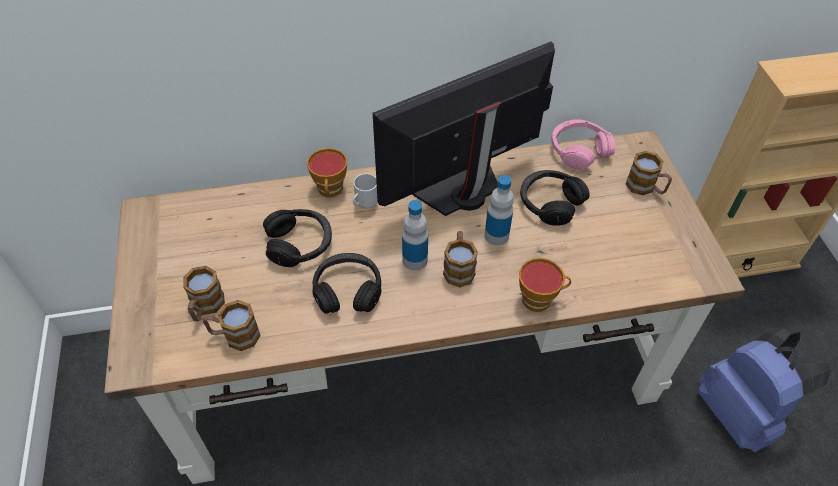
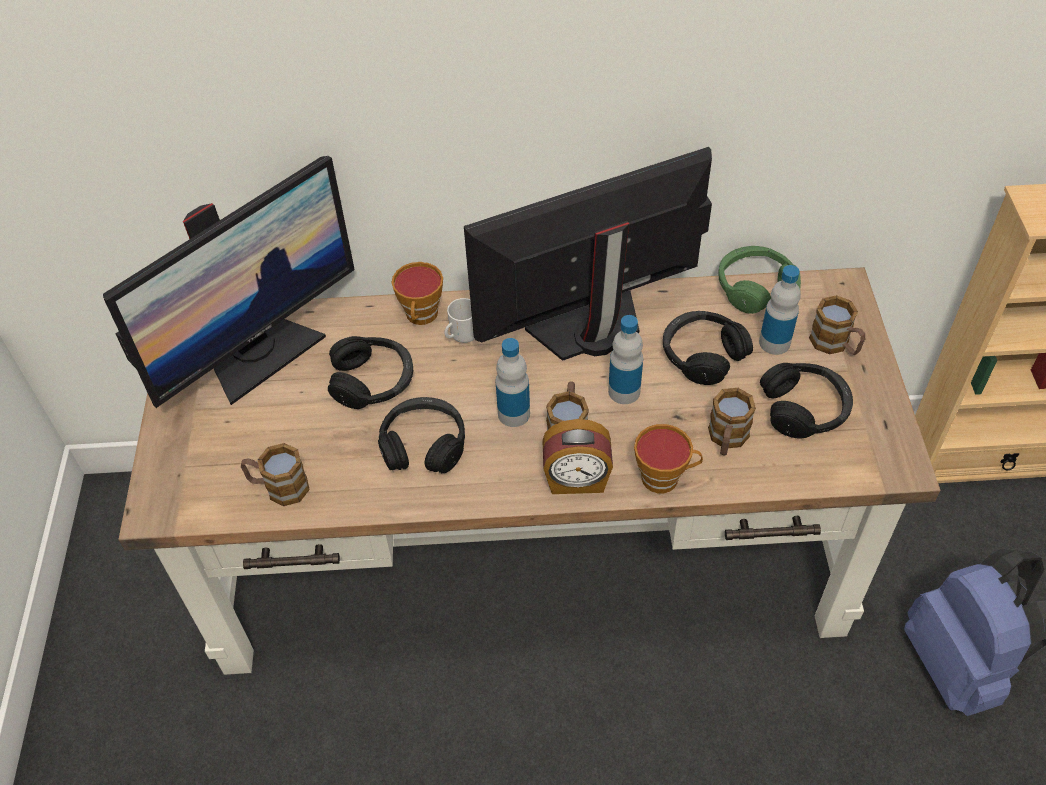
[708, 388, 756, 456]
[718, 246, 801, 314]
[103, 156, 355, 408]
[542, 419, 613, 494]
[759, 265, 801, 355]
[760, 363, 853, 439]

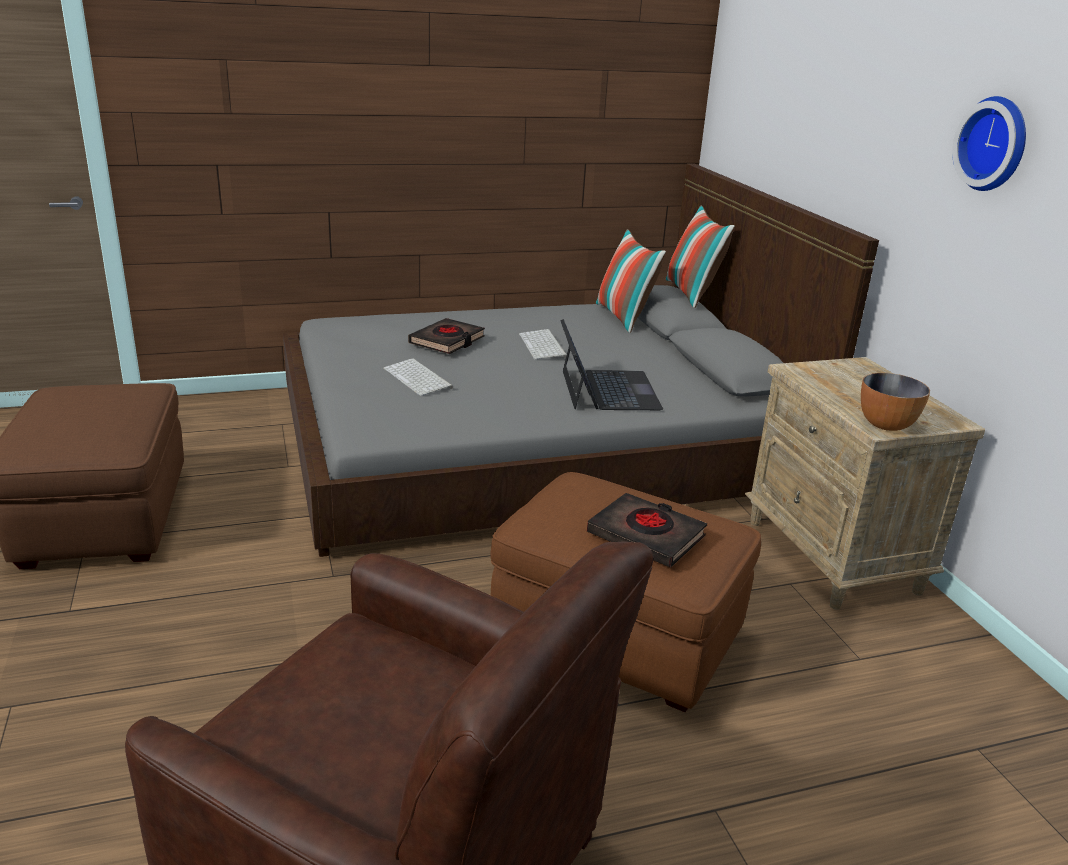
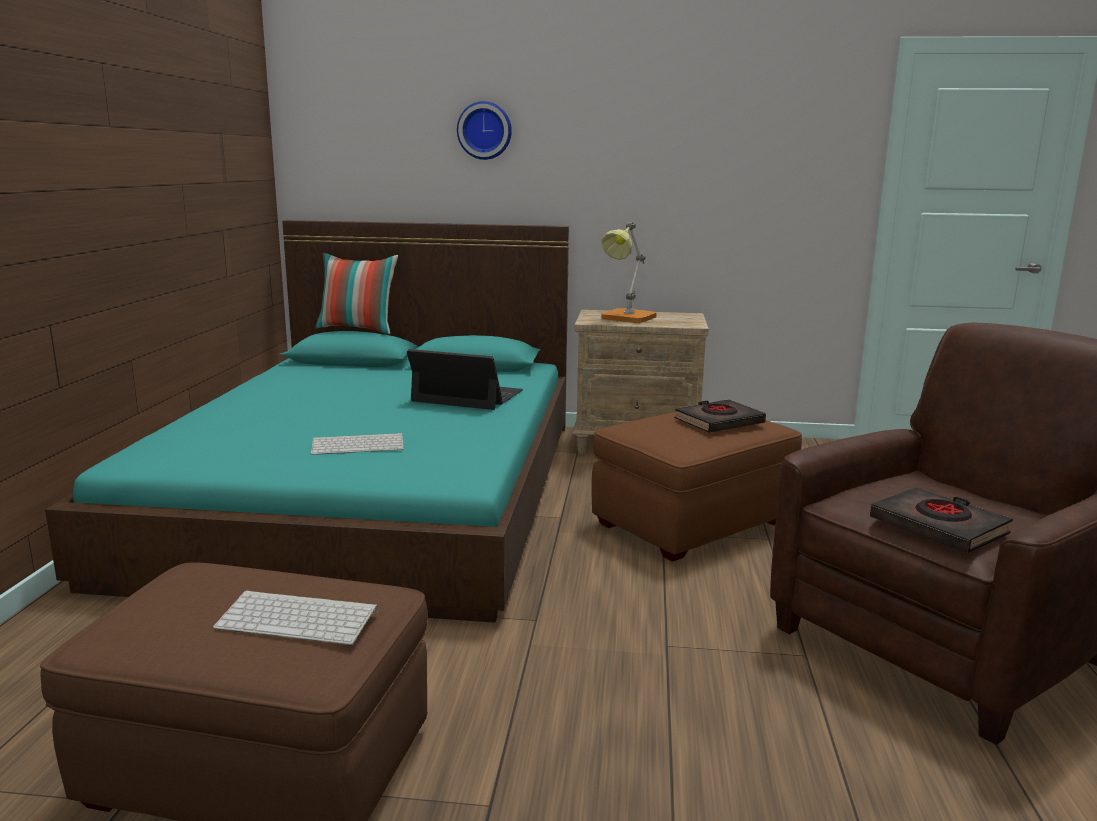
[45, 220, 569, 623]
[870, 488, 1013, 553]
[213, 590, 378, 645]
[596, 229, 666, 333] (first image)
[861, 373, 930, 431] (first image)
[457, 101, 512, 160]
[601, 222, 657, 323]

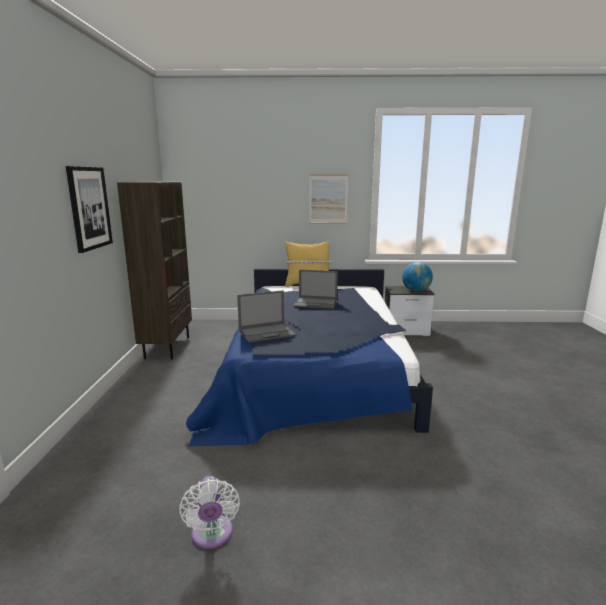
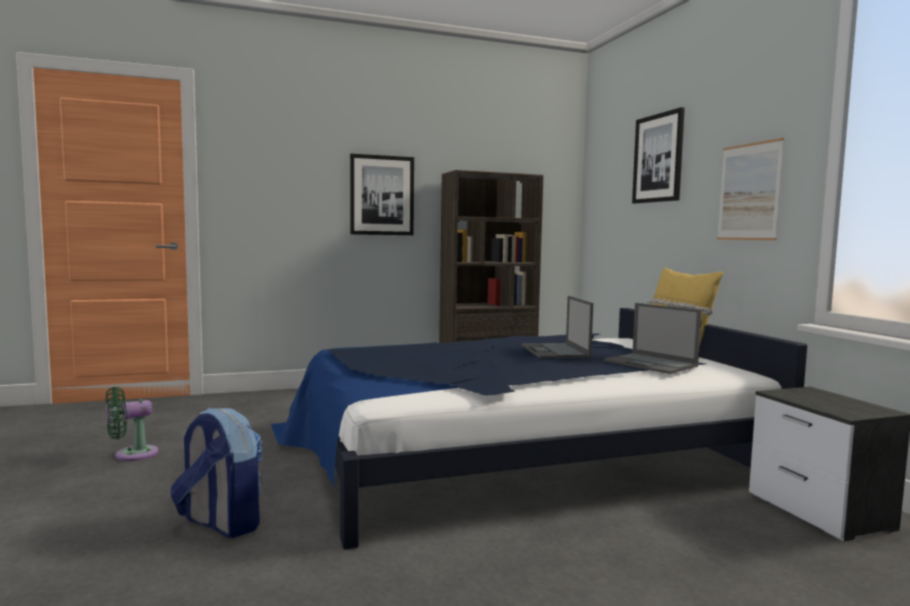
[106, 387, 159, 461]
[604, 303, 702, 374]
[402, 262, 433, 292] (first image)
[171, 407, 262, 538]
[632, 107, 685, 204]

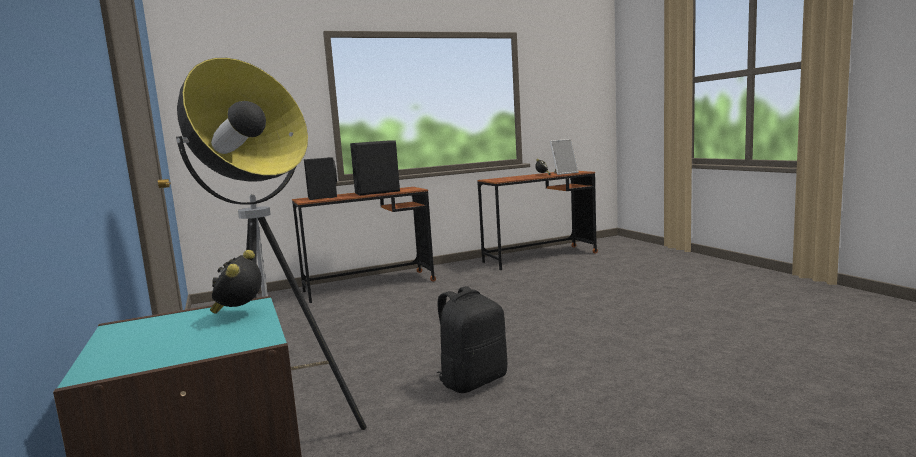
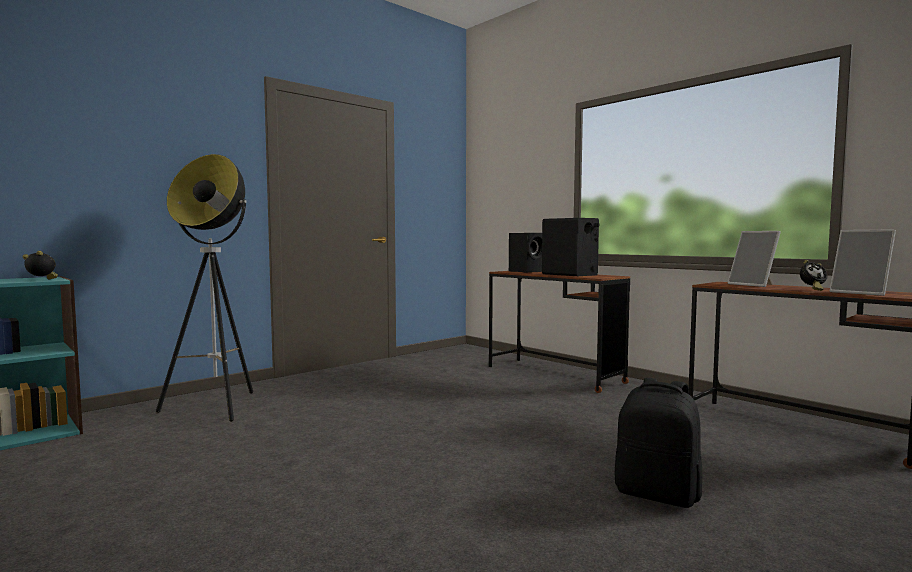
[615, 378, 702, 508]
[728, 231, 781, 287]

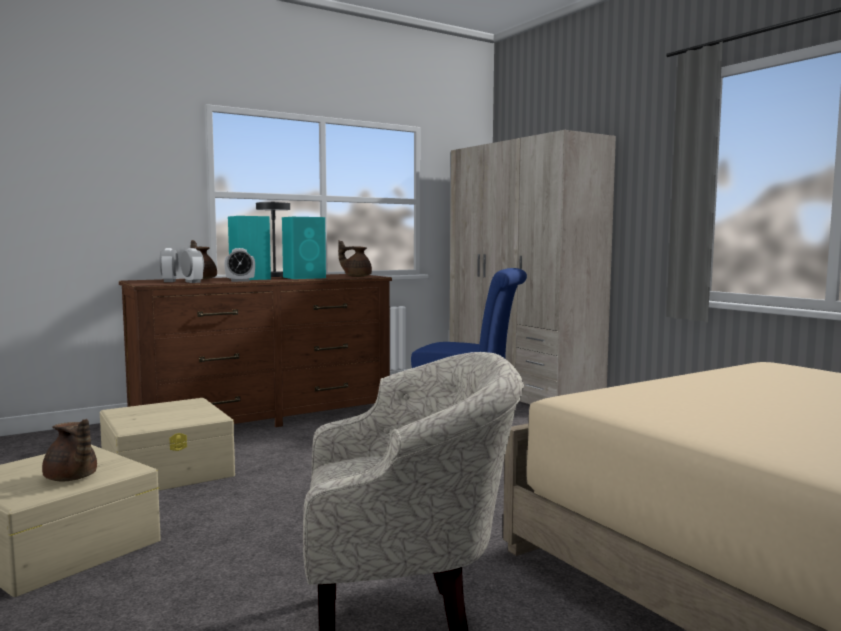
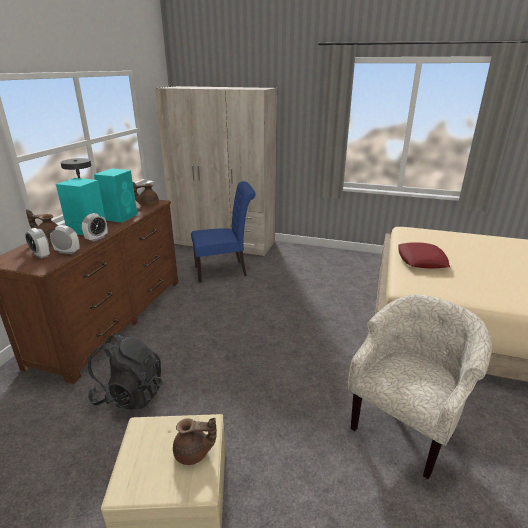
[88, 332, 163, 410]
[398, 242, 450, 268]

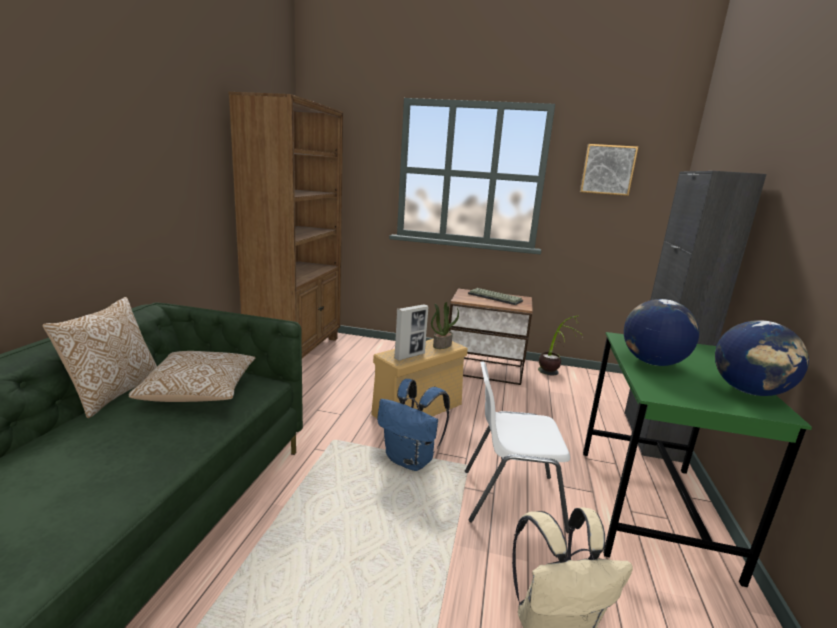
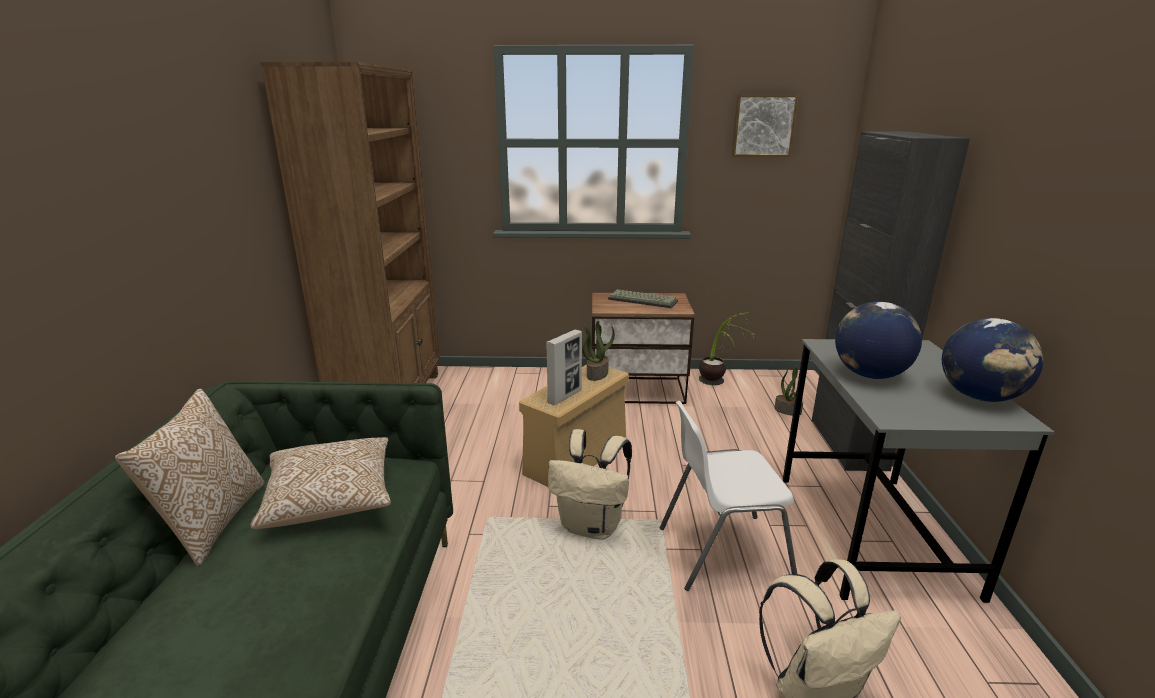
[548, 429, 632, 540]
[783, 339, 1055, 603]
[774, 366, 803, 416]

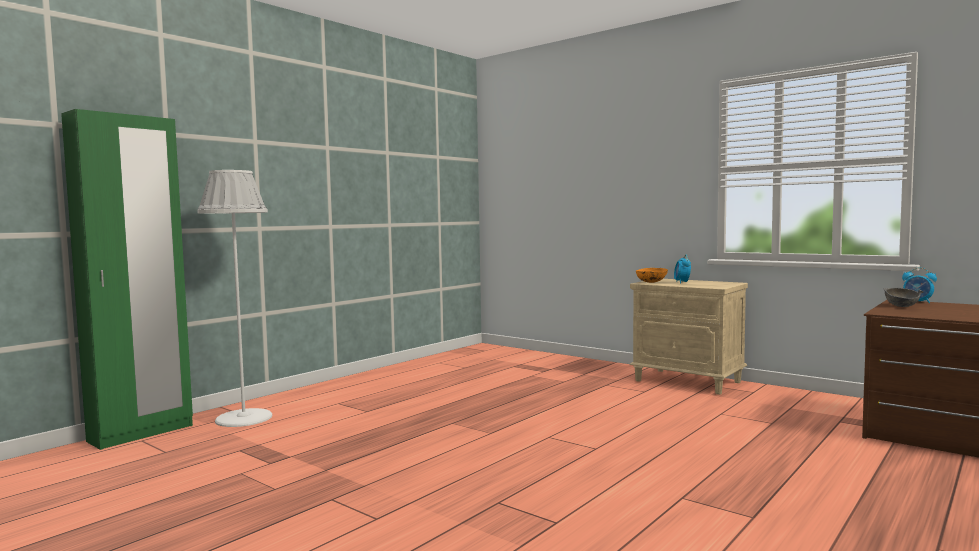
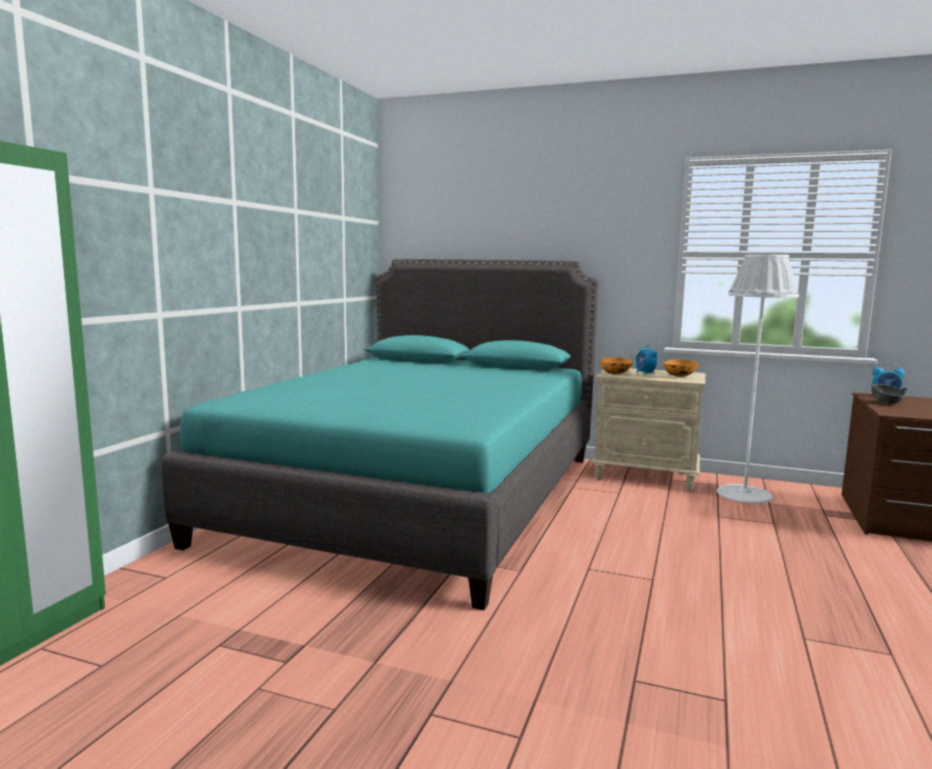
[717, 254, 799, 504]
[162, 259, 599, 610]
[663, 360, 699, 377]

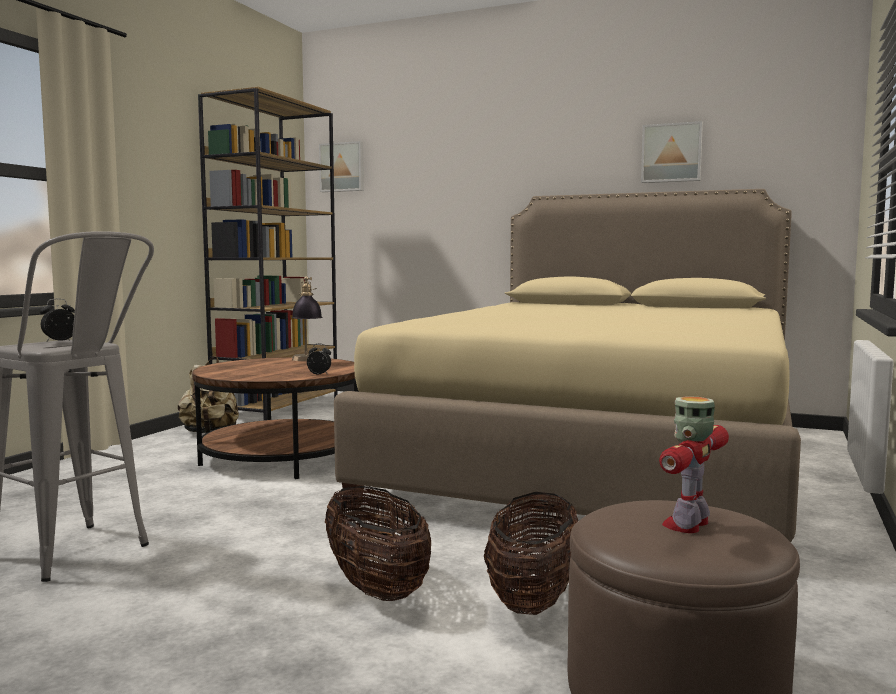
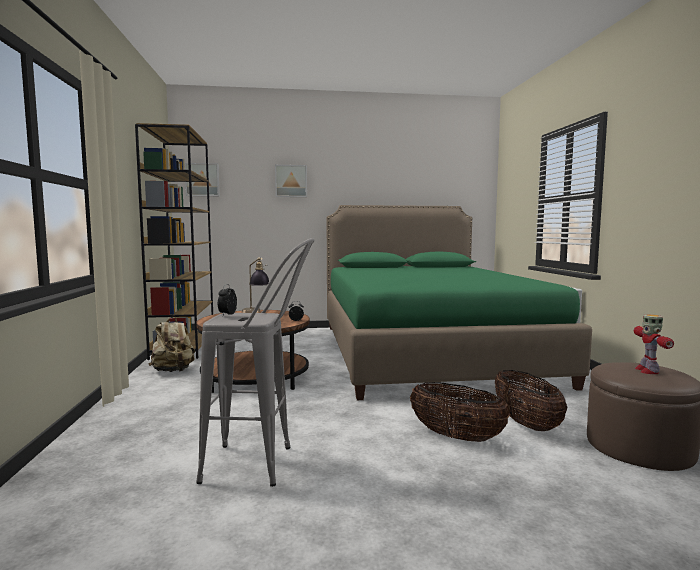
[327, 205, 592, 400]
[275, 165, 307, 197]

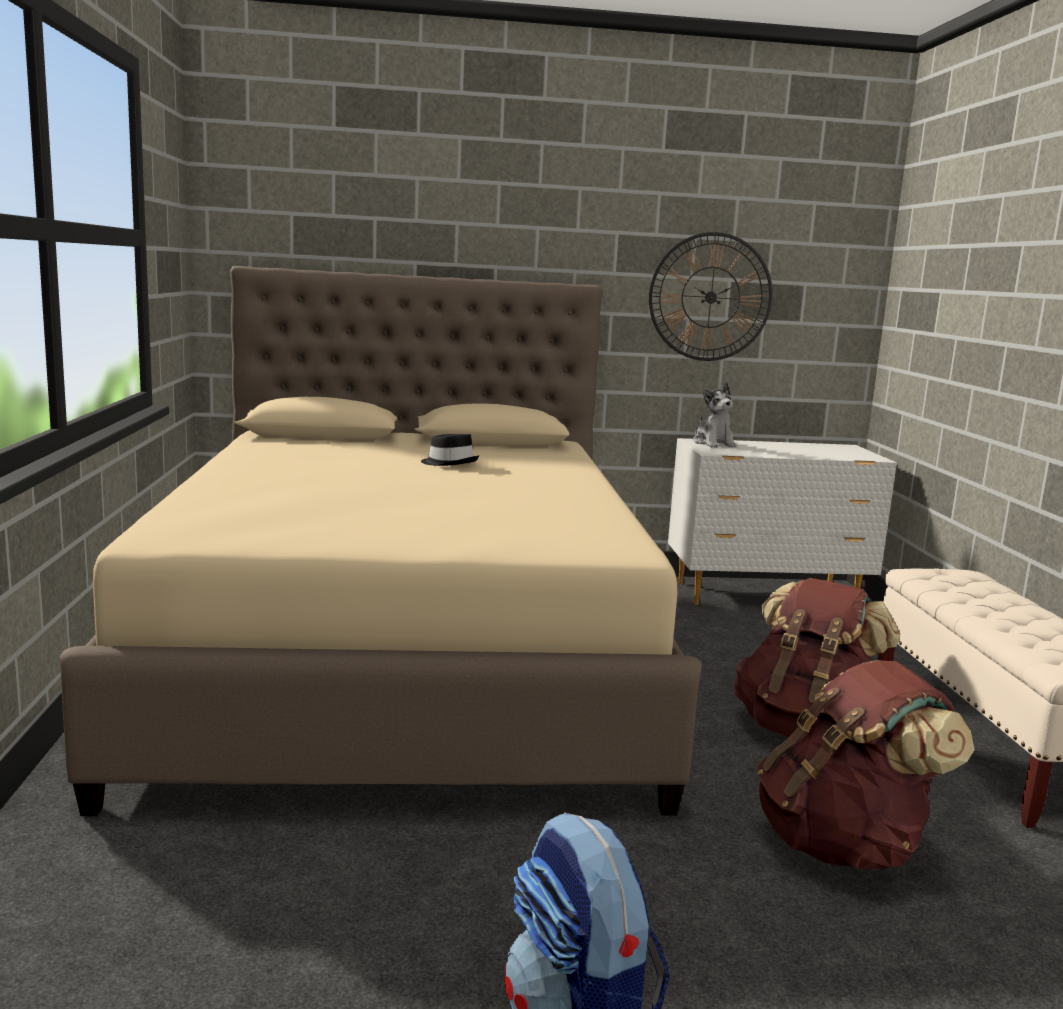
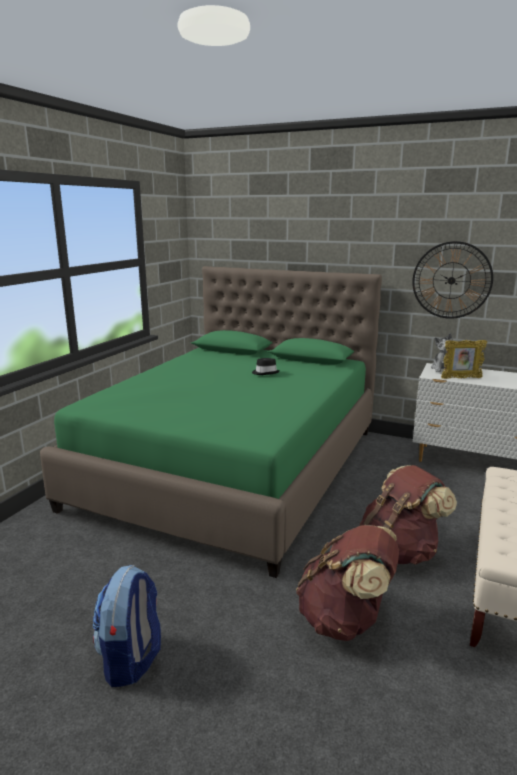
[40, 266, 382, 578]
[441, 340, 487, 379]

